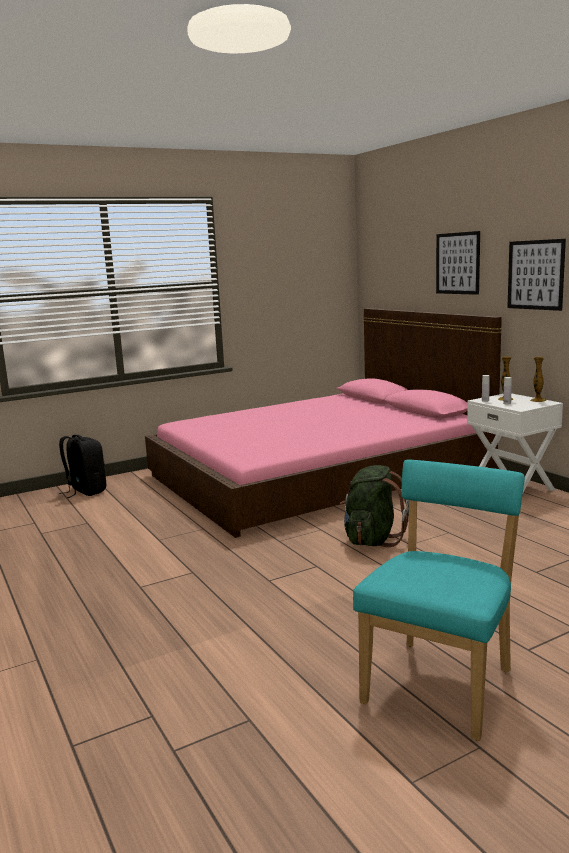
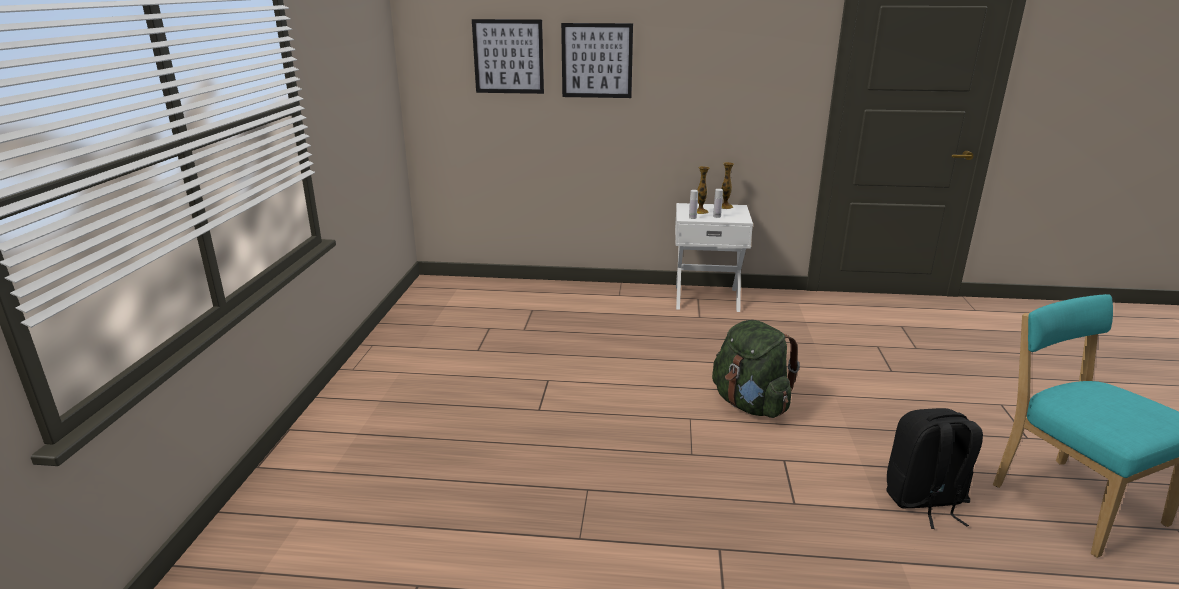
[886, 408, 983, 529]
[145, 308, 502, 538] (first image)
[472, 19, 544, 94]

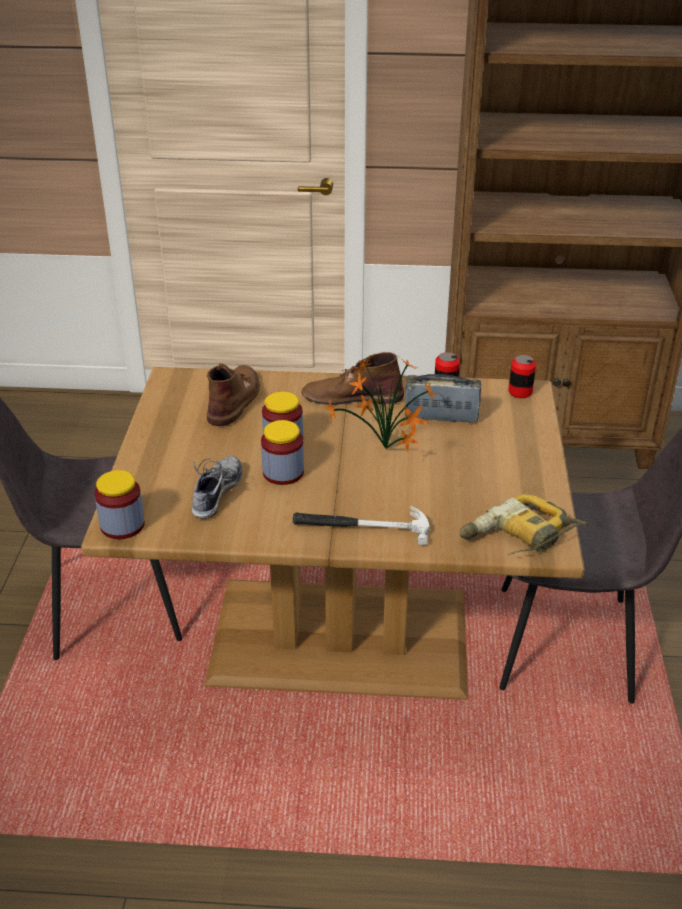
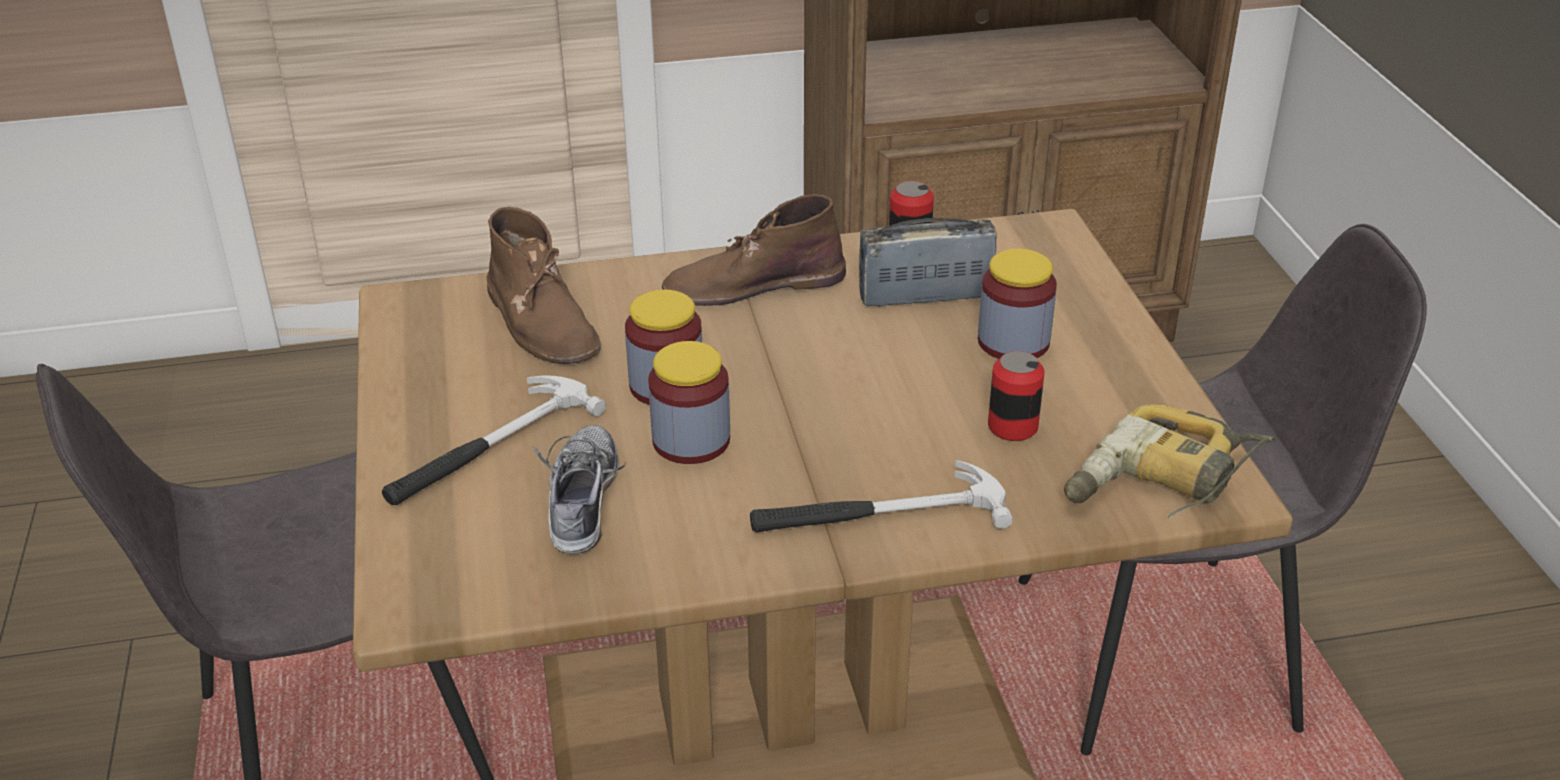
[978, 248, 1057, 359]
[487, 207, 600, 364]
[325, 355, 436, 453] (first image)
[988, 351, 1045, 441]
[382, 376, 606, 505]

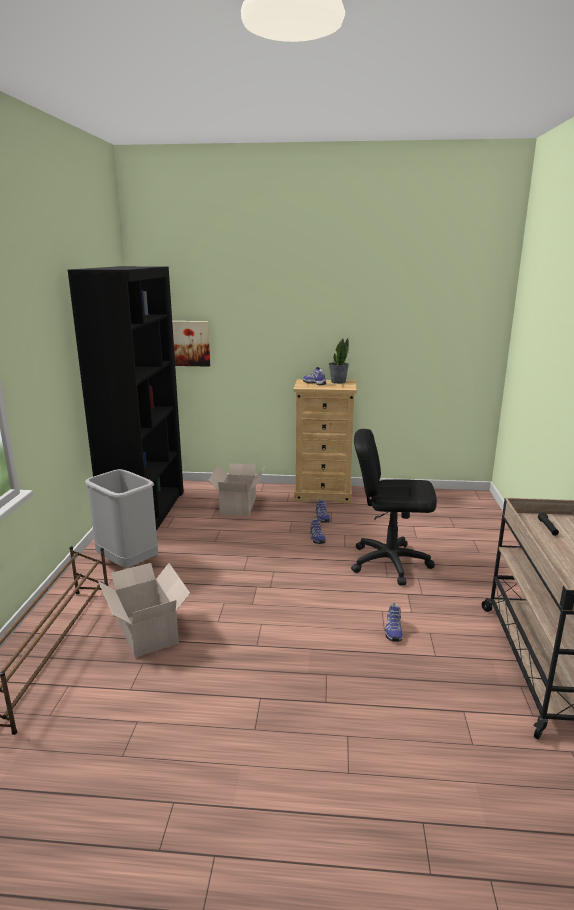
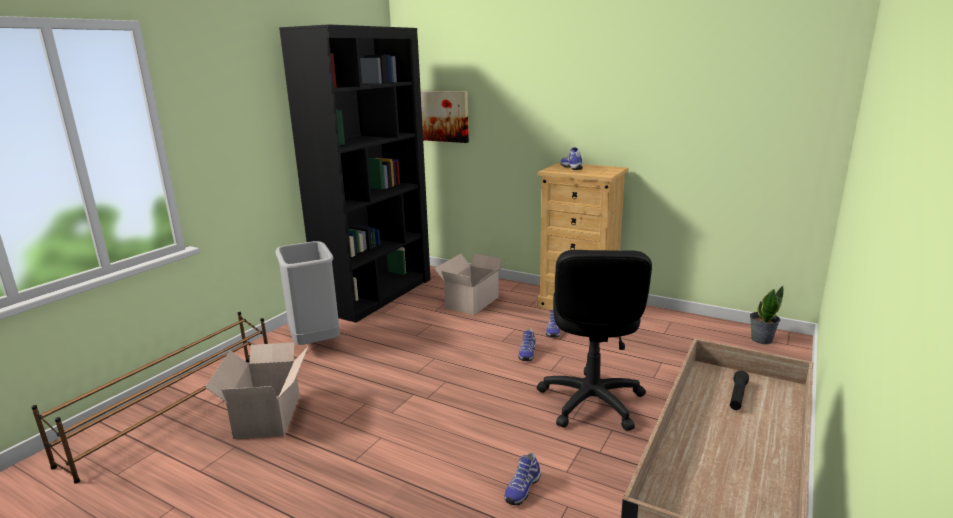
[750, 286, 784, 344]
[537, 250, 652, 431]

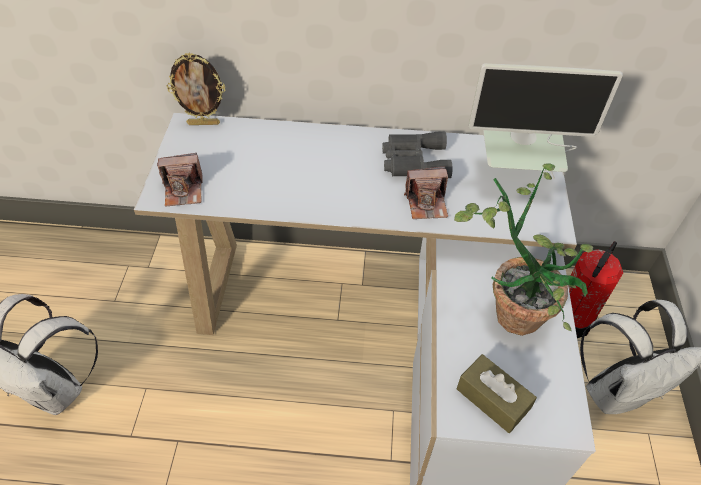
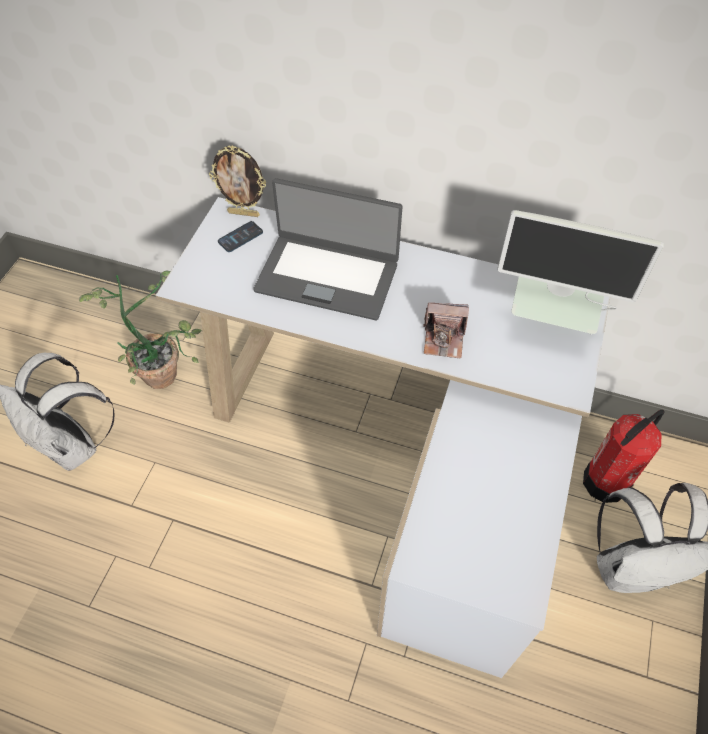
[157, 153, 203, 206] (first image)
[382, 132, 453, 178] (first image)
[79, 271, 202, 389]
[457, 354, 537, 433] (first image)
[218, 221, 263, 252]
[253, 178, 403, 320]

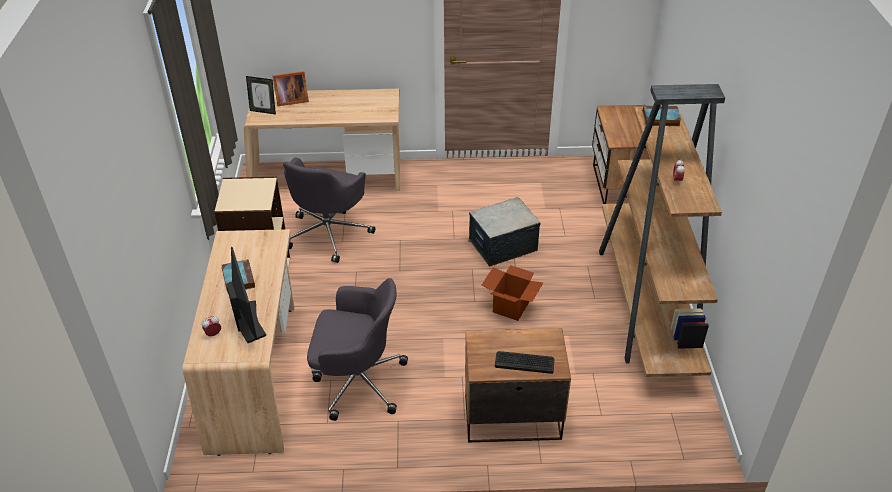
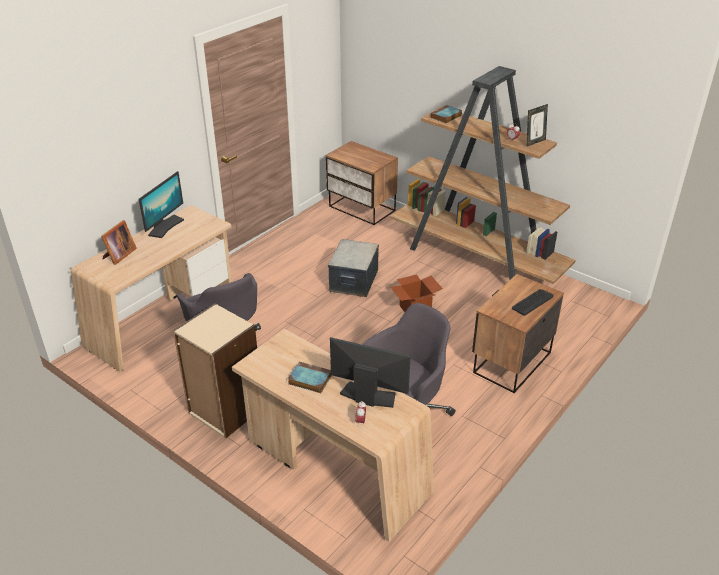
[527, 104, 548, 146]
[139, 171, 184, 238]

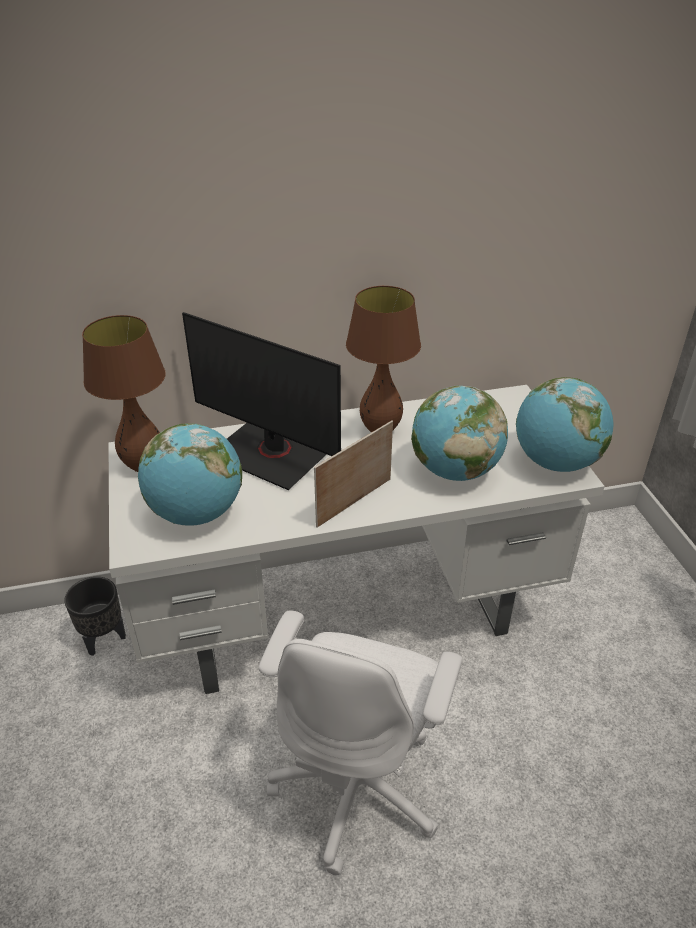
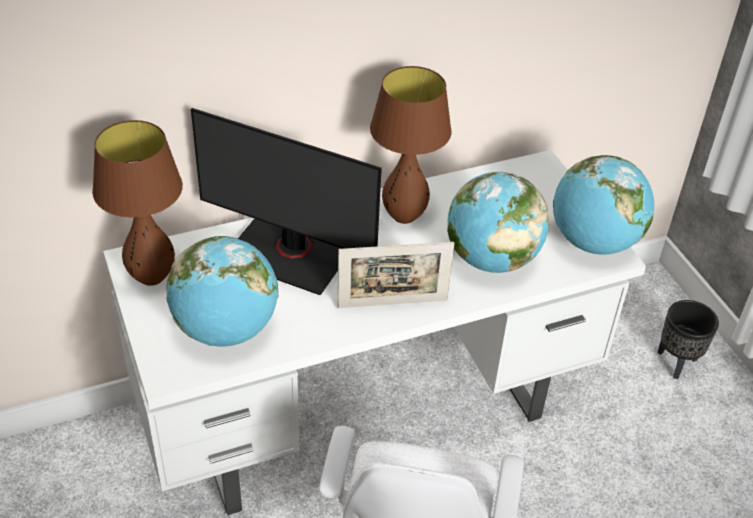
[658, 300, 719, 379]
[338, 242, 454, 308]

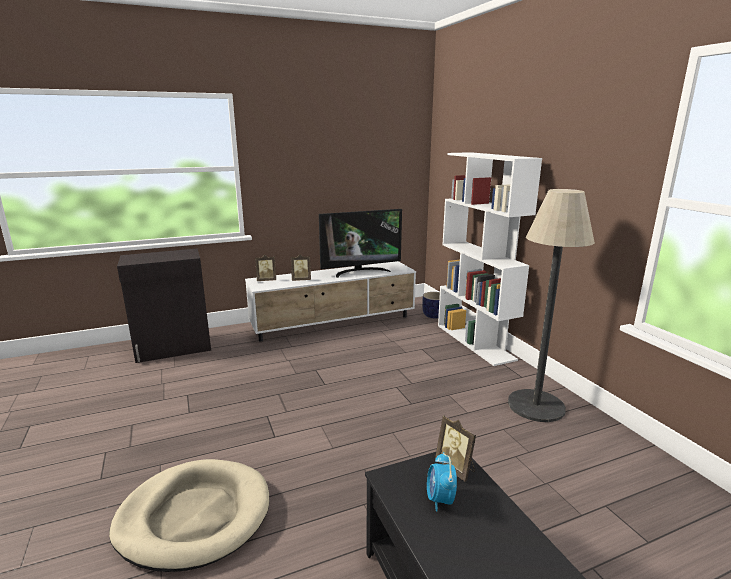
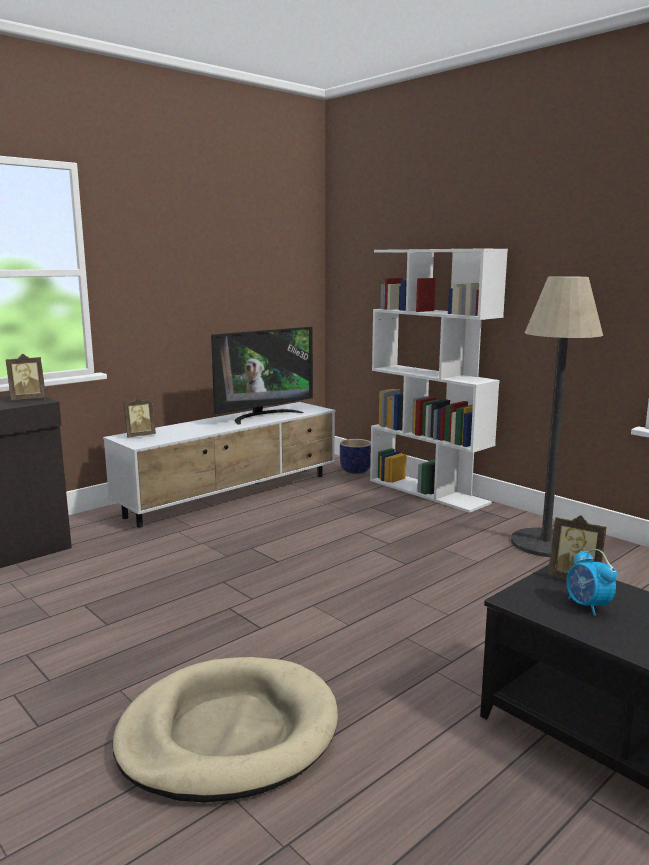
[6, 354, 46, 400]

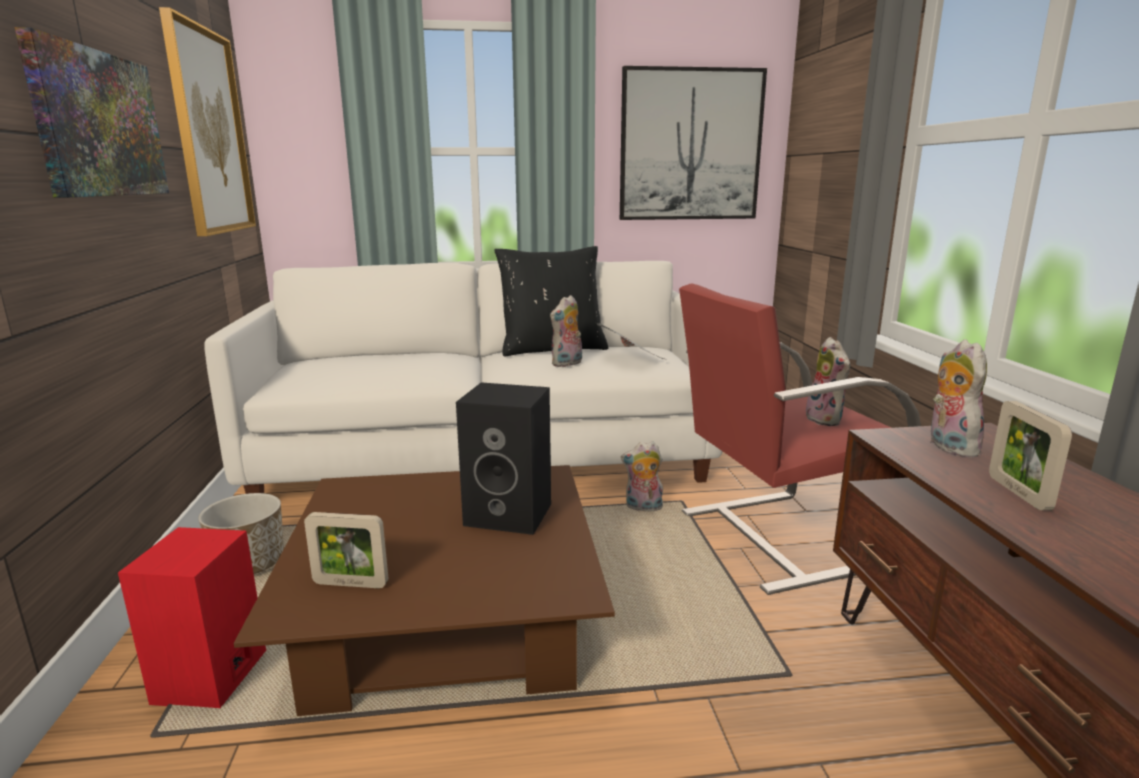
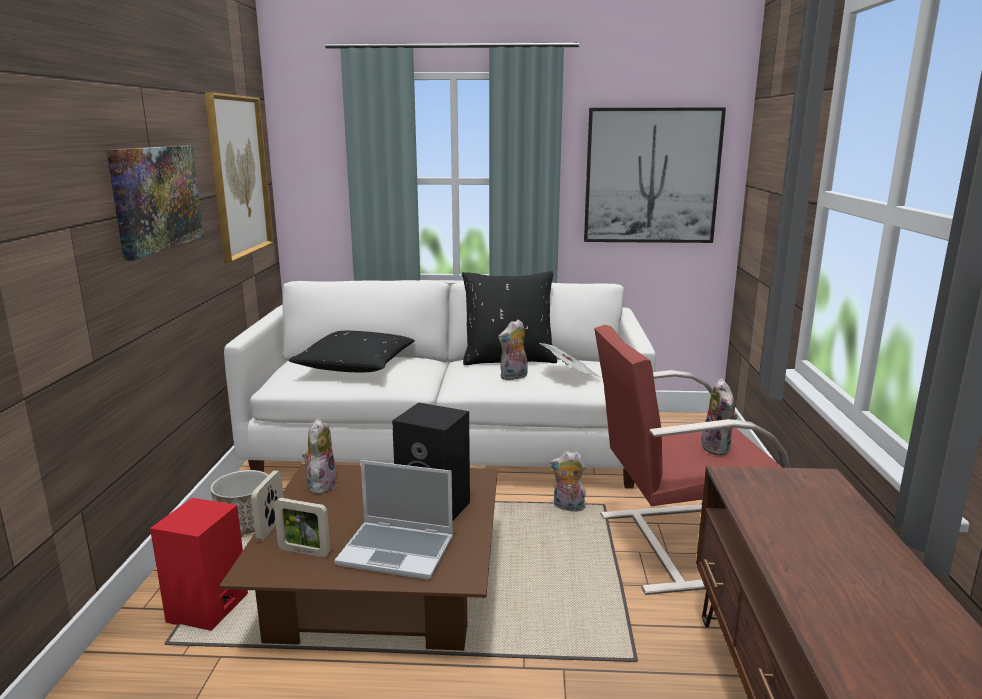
[302, 419, 337, 494]
[251, 470, 284, 541]
[288, 331, 415, 372]
[334, 460, 453, 580]

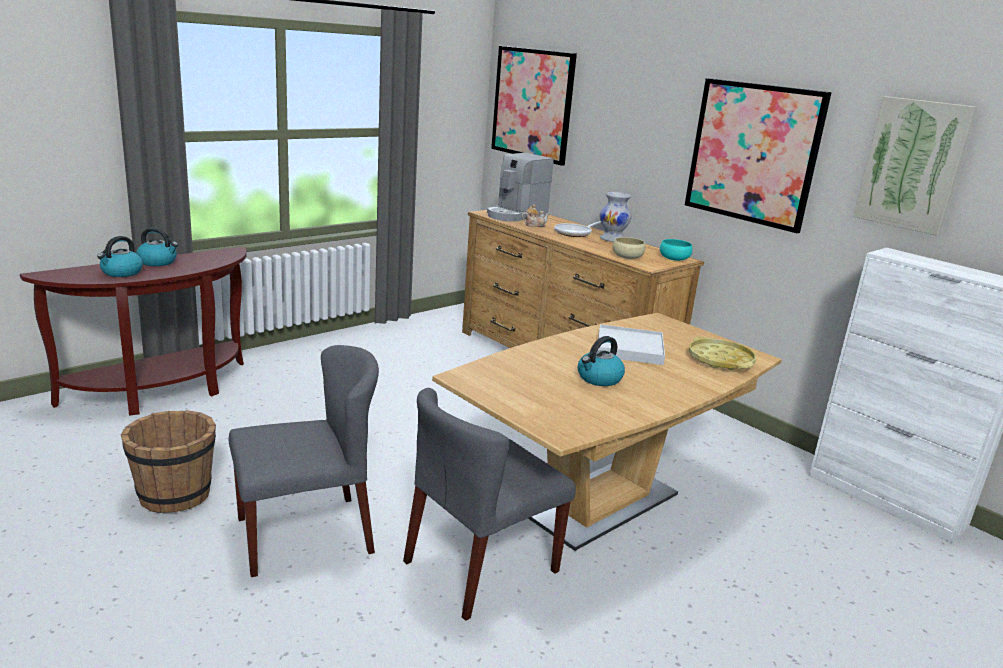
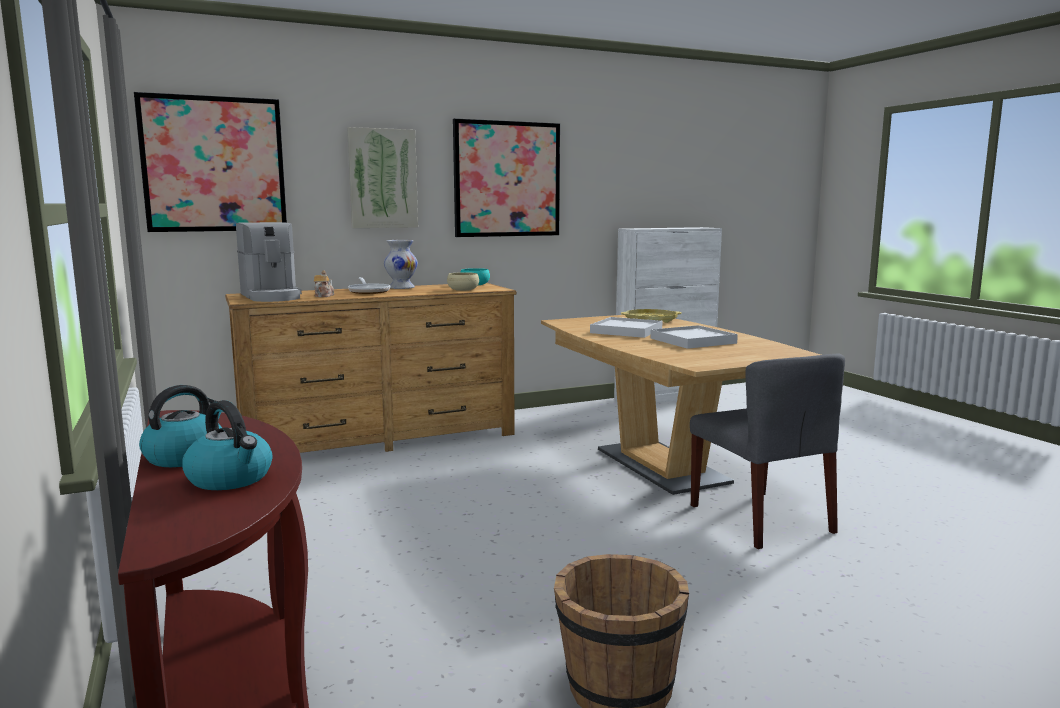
[229, 345, 379, 577] (first image)
[651, 325, 738, 349]
[347, 127, 418, 228]

